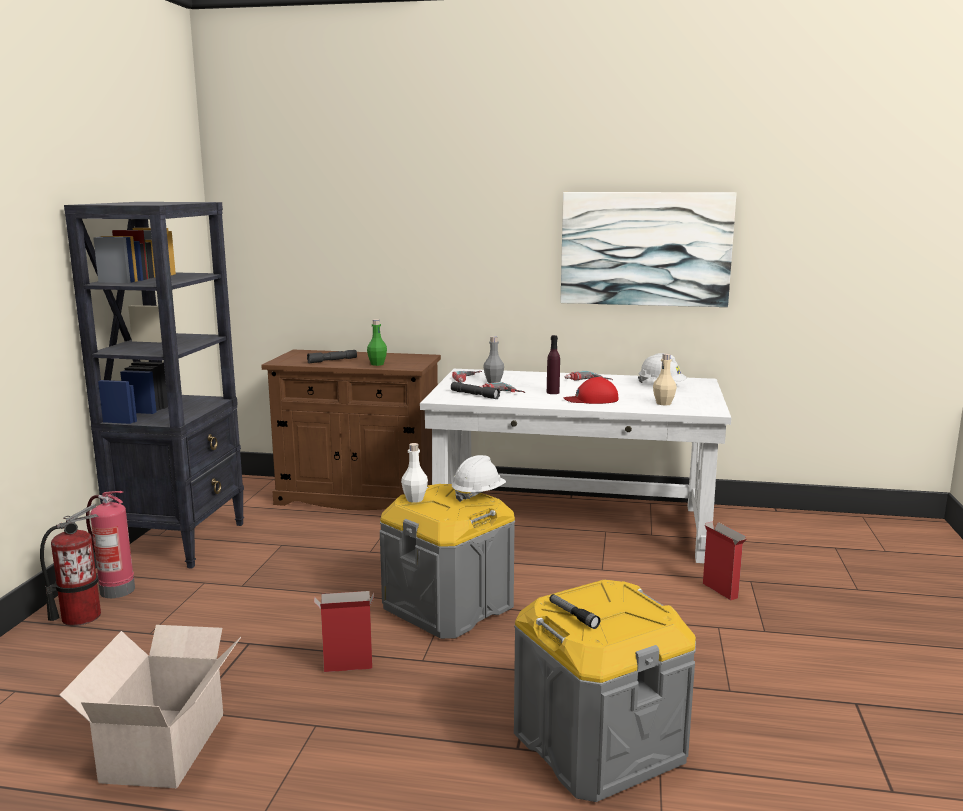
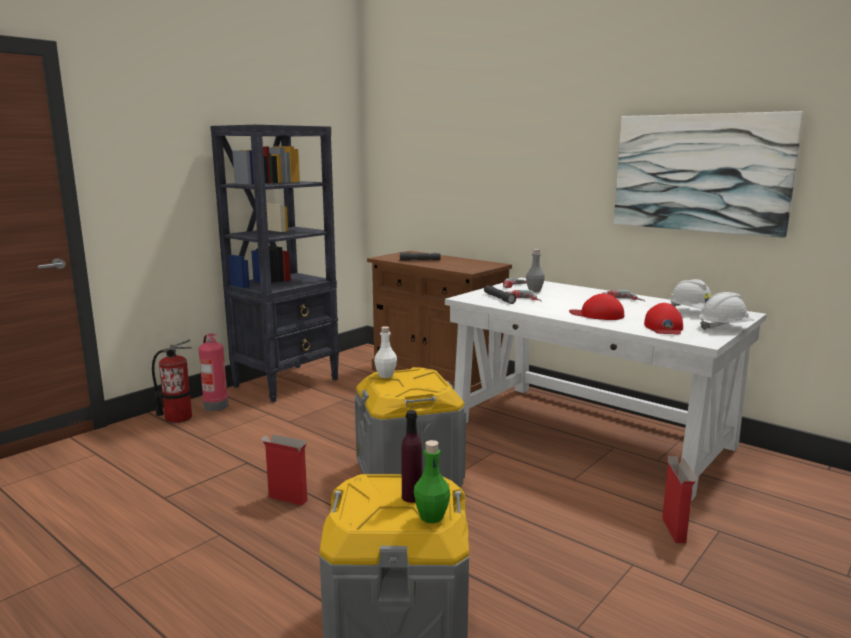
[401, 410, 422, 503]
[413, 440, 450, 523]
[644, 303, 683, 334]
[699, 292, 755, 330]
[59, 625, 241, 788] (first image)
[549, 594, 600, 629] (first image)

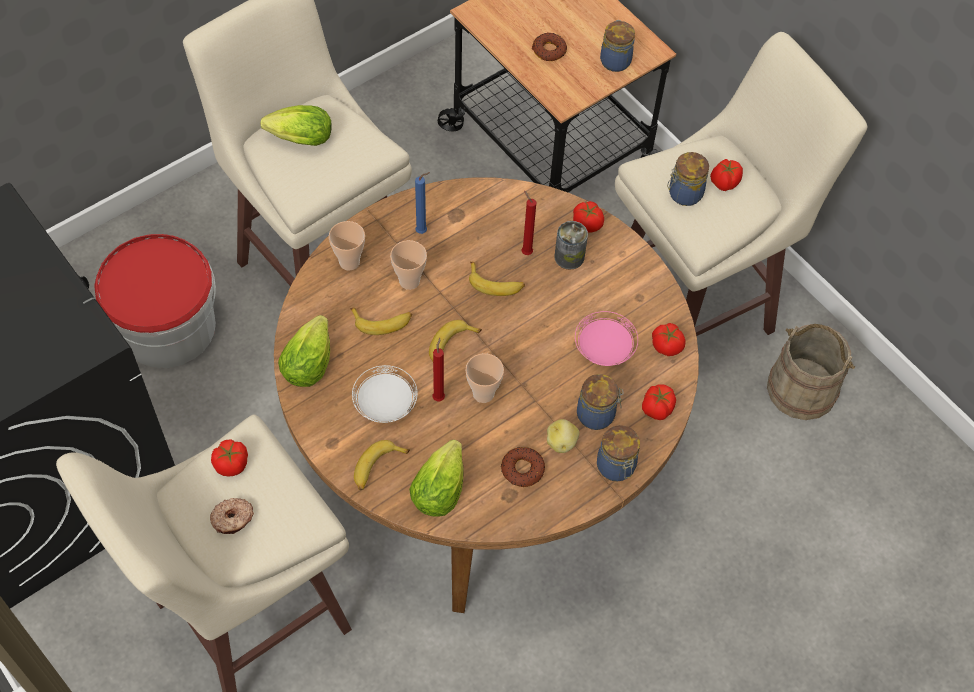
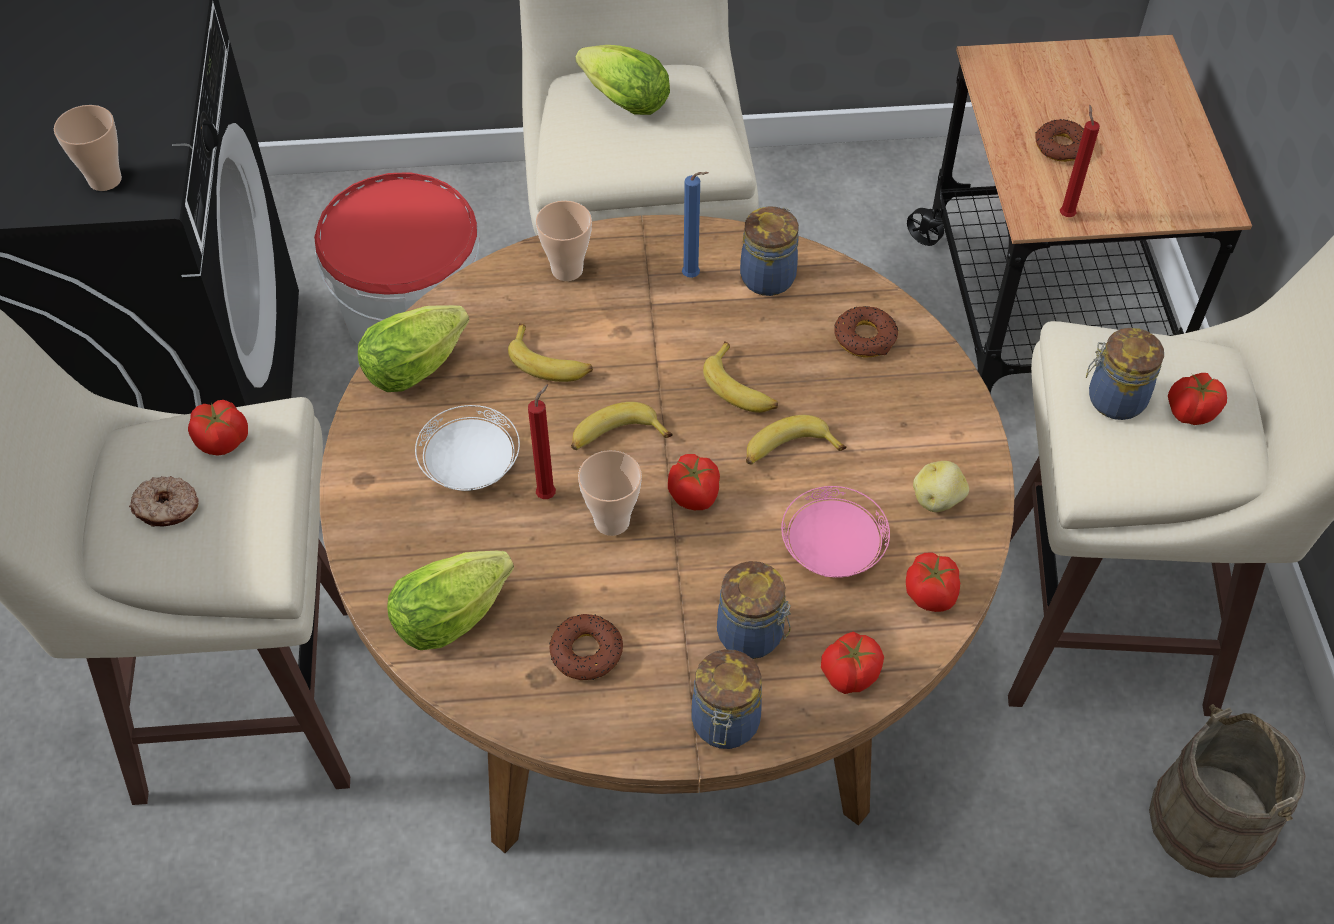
[54, 105, 122, 191]
[668, 454, 720, 510]
[740, 206, 799, 296]
[746, 415, 847, 465]
[834, 306, 898, 358]
[913, 461, 969, 512]
[1060, 105, 1100, 217]
[554, 221, 588, 270] (first image)

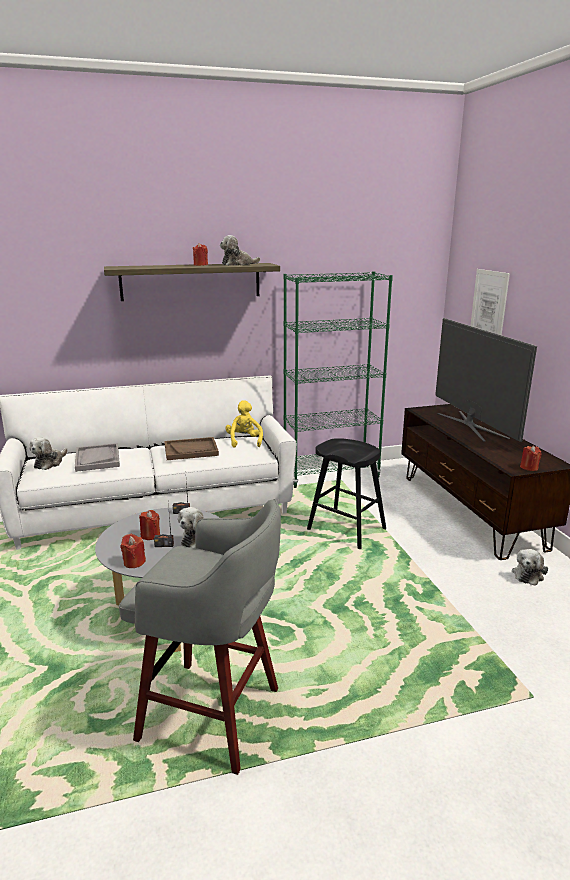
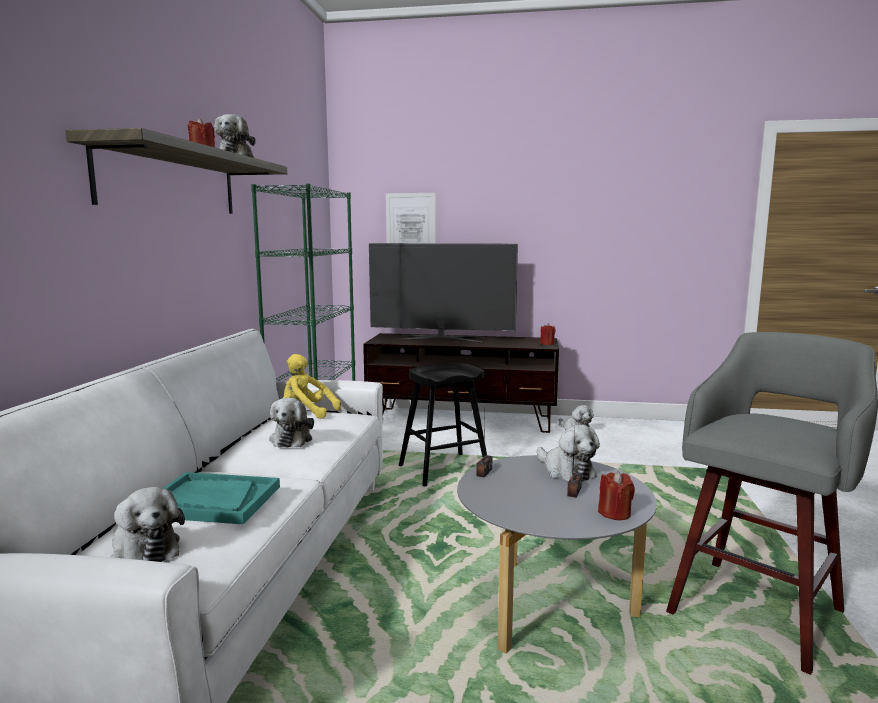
[162, 472, 280, 524]
[269, 397, 314, 448]
[139, 510, 160, 540] (first image)

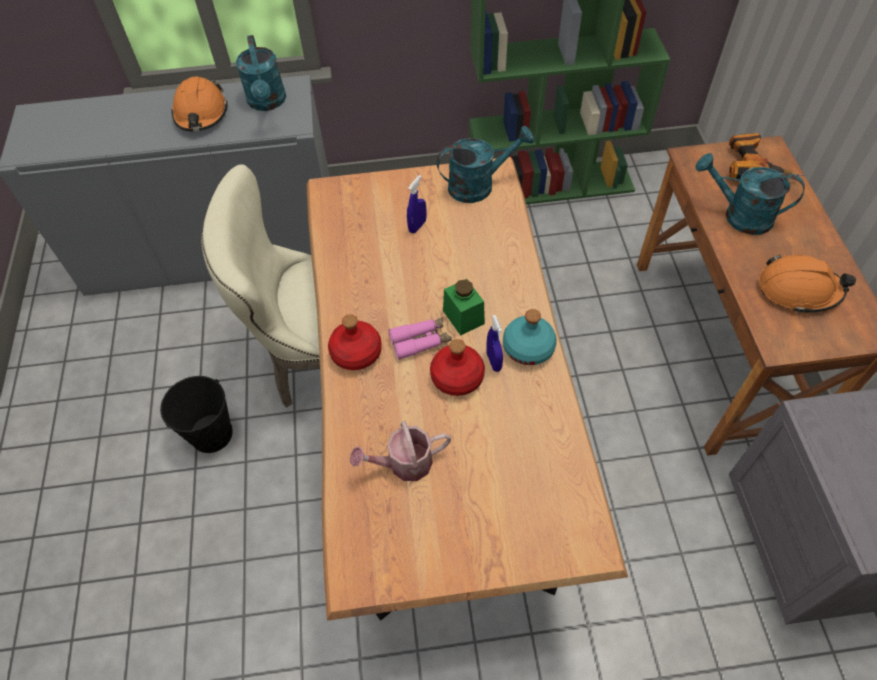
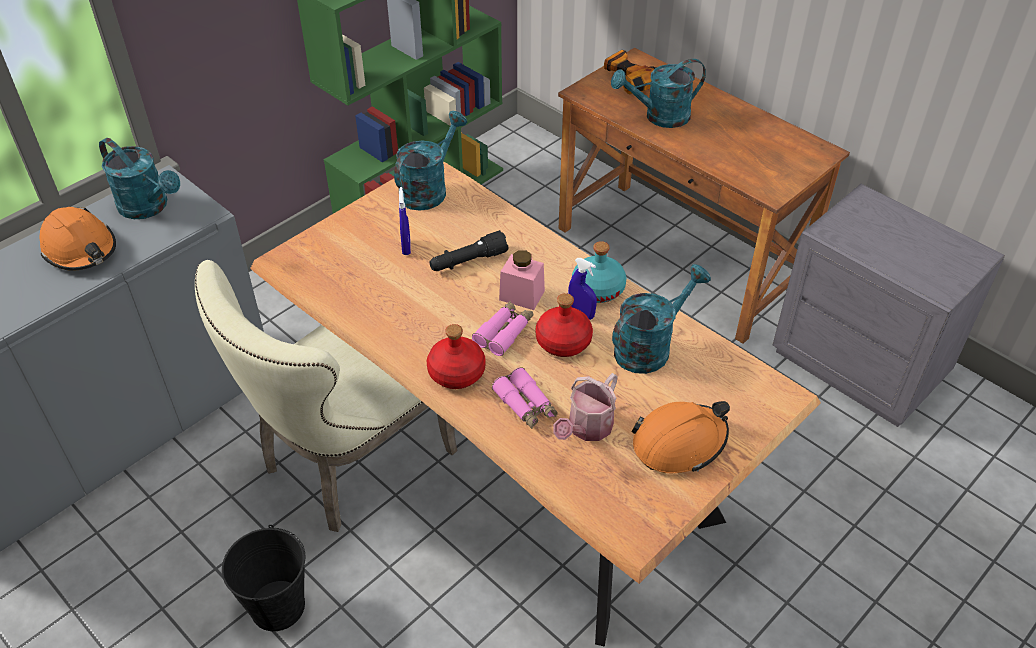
[429, 230, 508, 271]
[492, 367, 558, 429]
[499, 250, 545, 310]
[612, 264, 711, 374]
[631, 401, 730, 473]

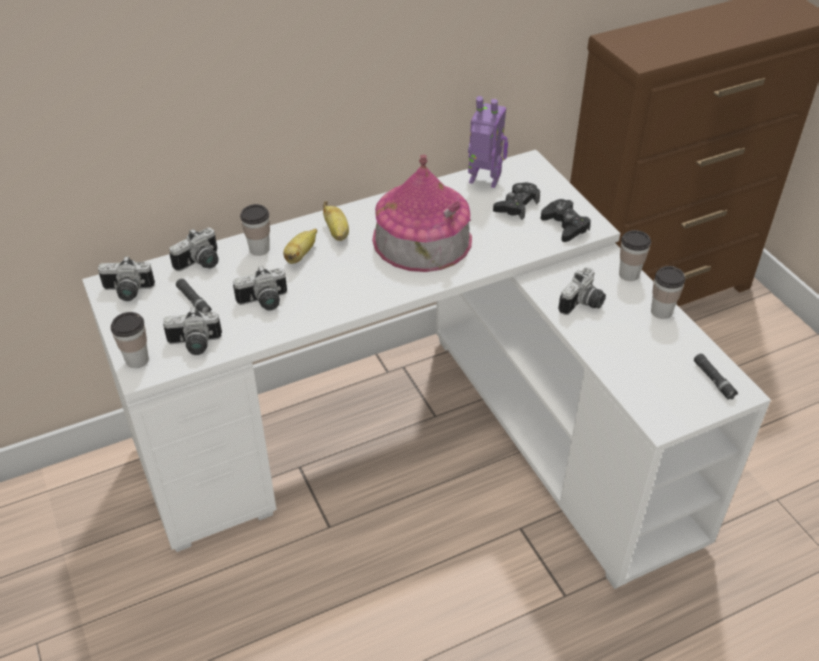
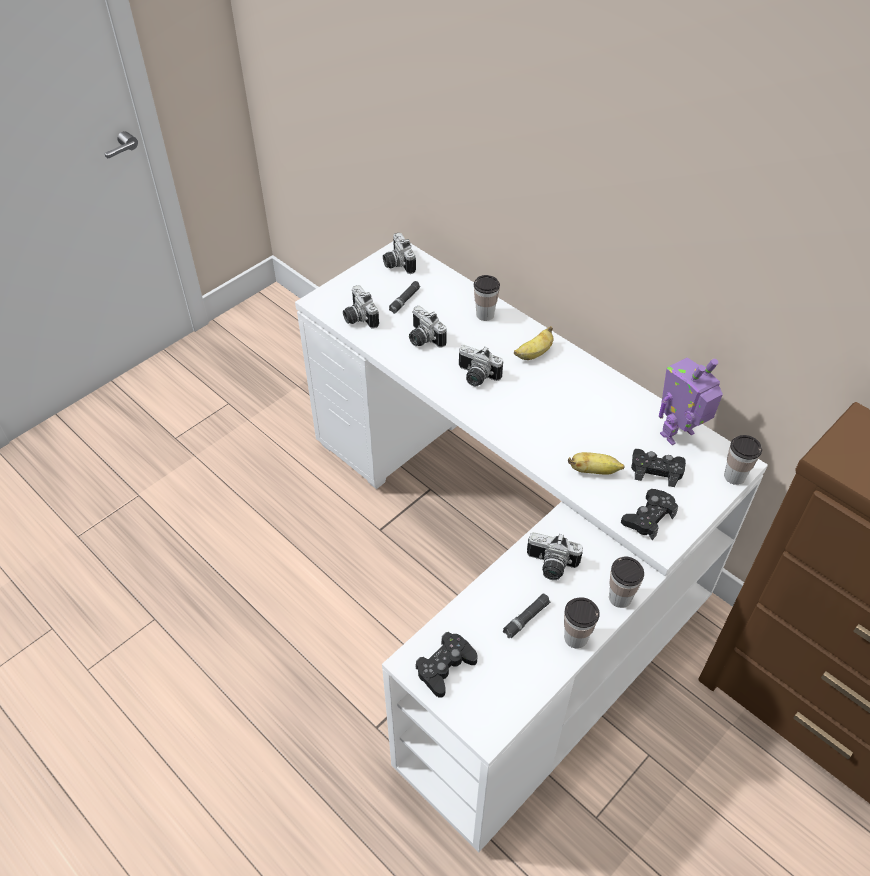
[416, 632, 478, 698]
[459, 345, 503, 386]
[503, 594, 551, 638]
[568, 452, 625, 475]
[659, 358, 723, 445]
[724, 435, 762, 485]
[372, 155, 472, 272] (first image)

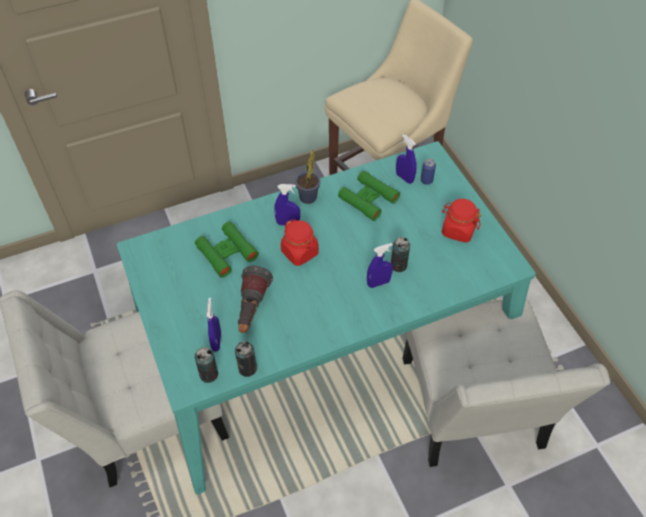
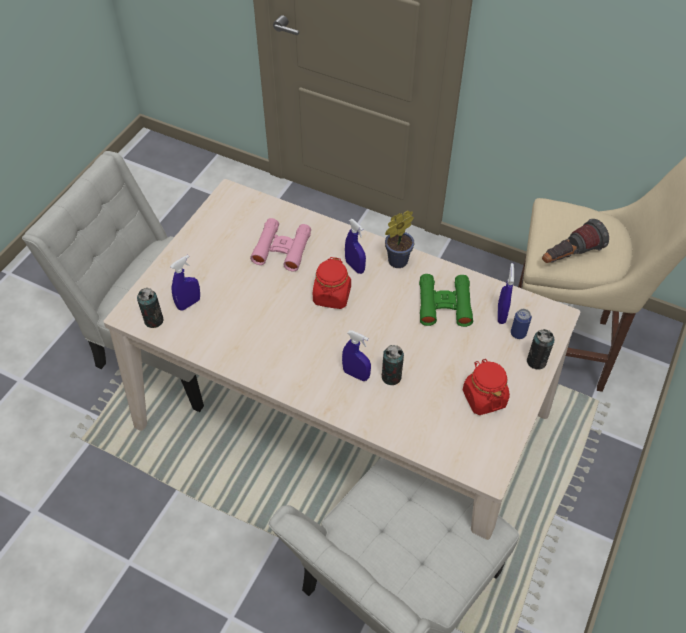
[103, 179, 580, 540]
[250, 218, 311, 271]
[527, 329, 554, 370]
[542, 219, 609, 263]

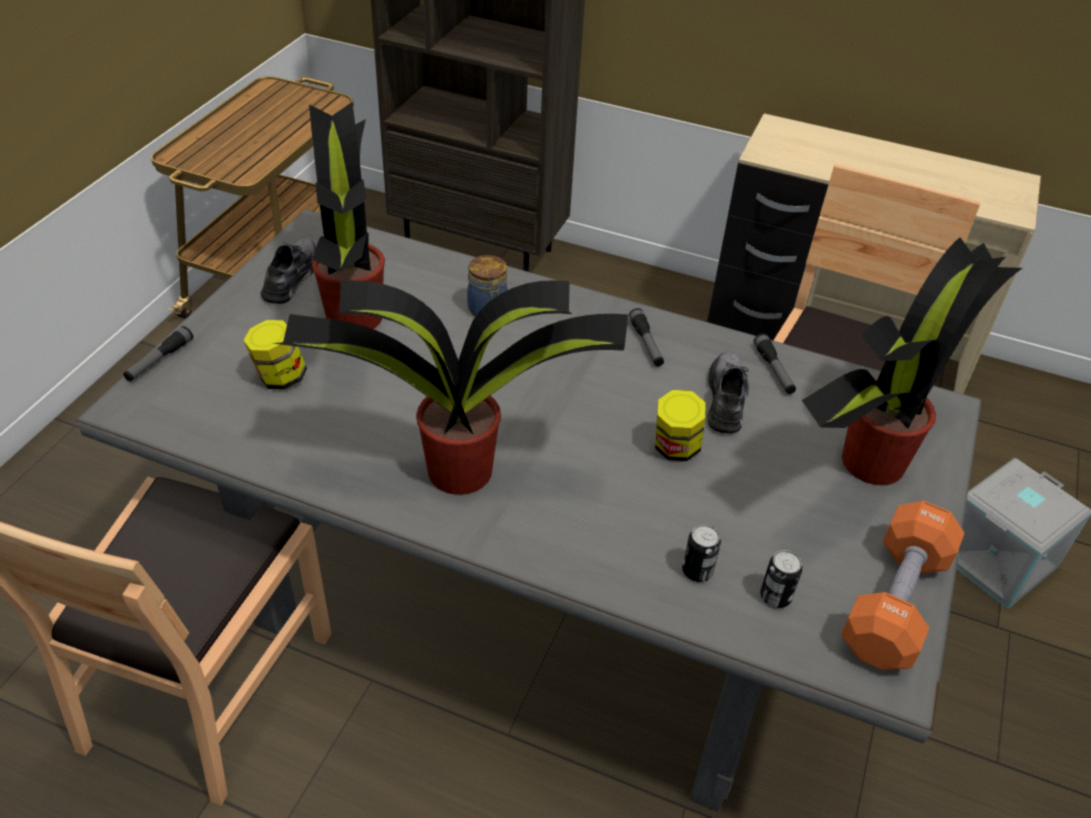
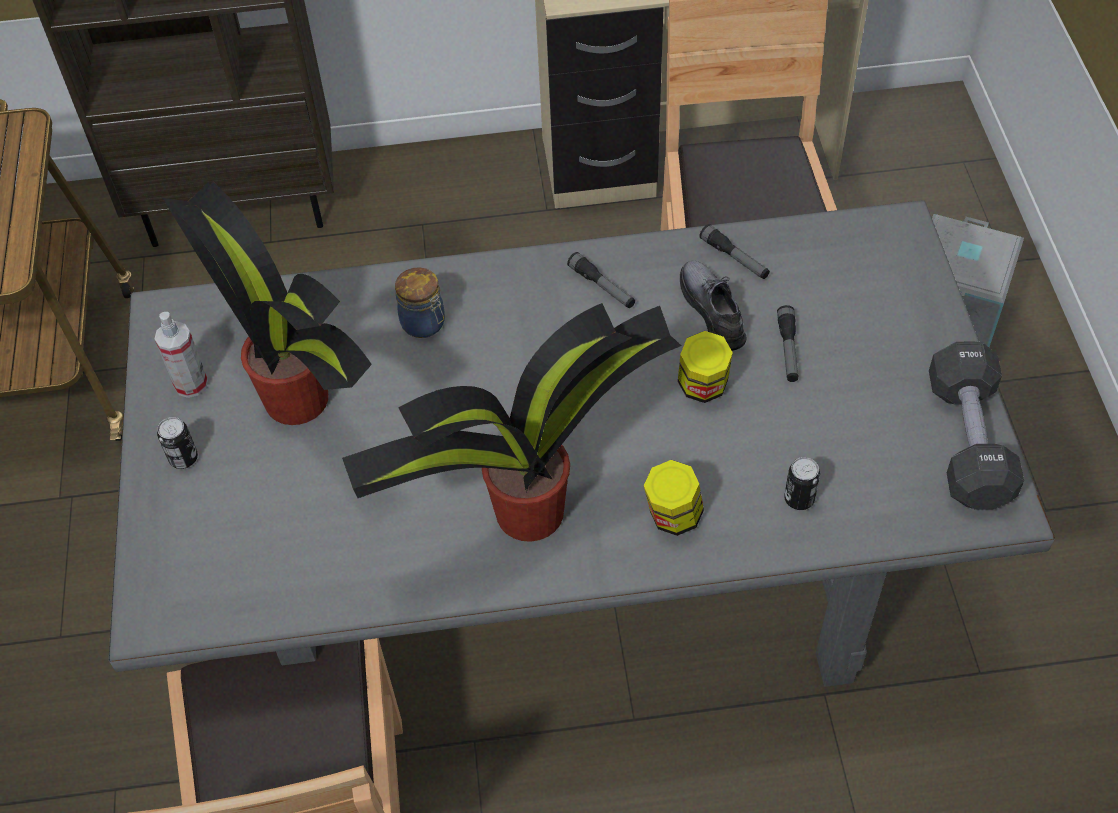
[155, 312, 208, 398]
[157, 417, 198, 469]
[644, 460, 704, 536]
[777, 305, 799, 382]
[929, 342, 1024, 510]
[802, 237, 1023, 485] (first image)

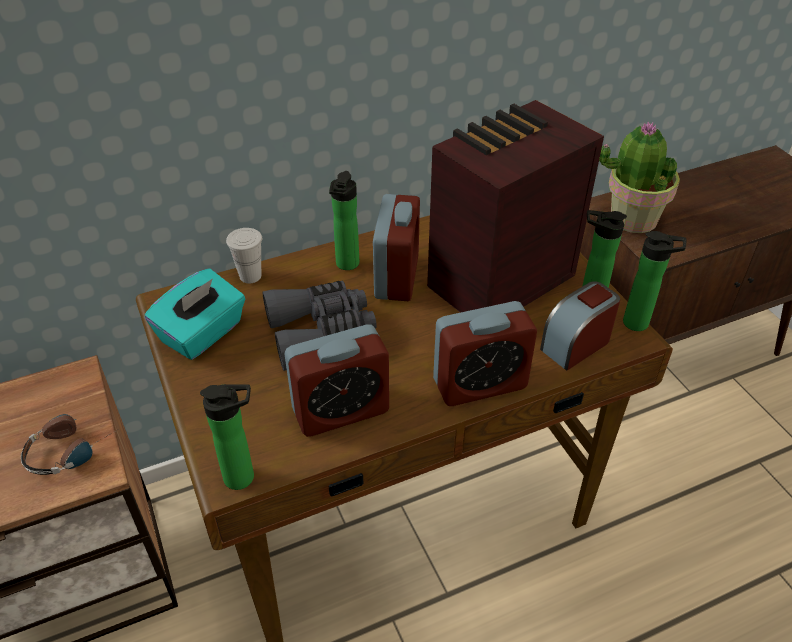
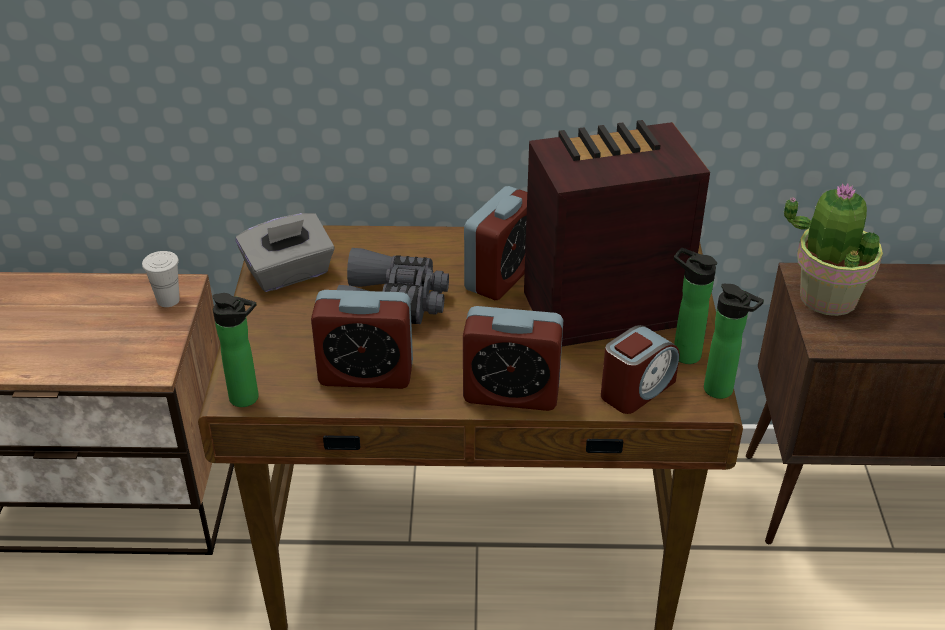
[142, 251, 180, 307]
[236, 213, 335, 292]
[601, 325, 679, 414]
[21, 414, 117, 475] (first image)
[329, 171, 359, 270] (first image)

